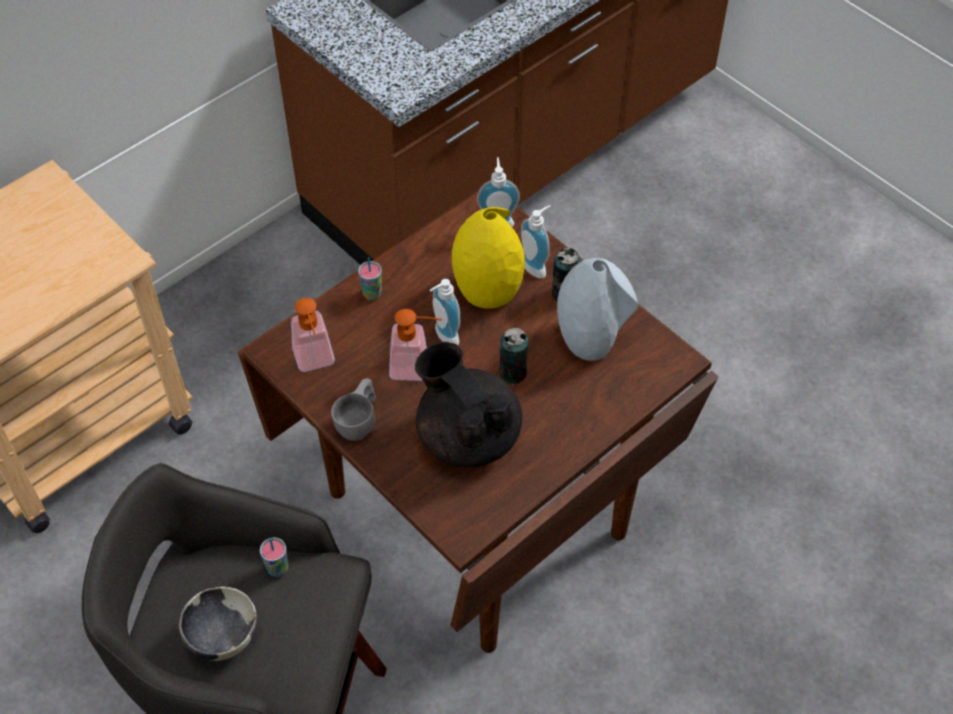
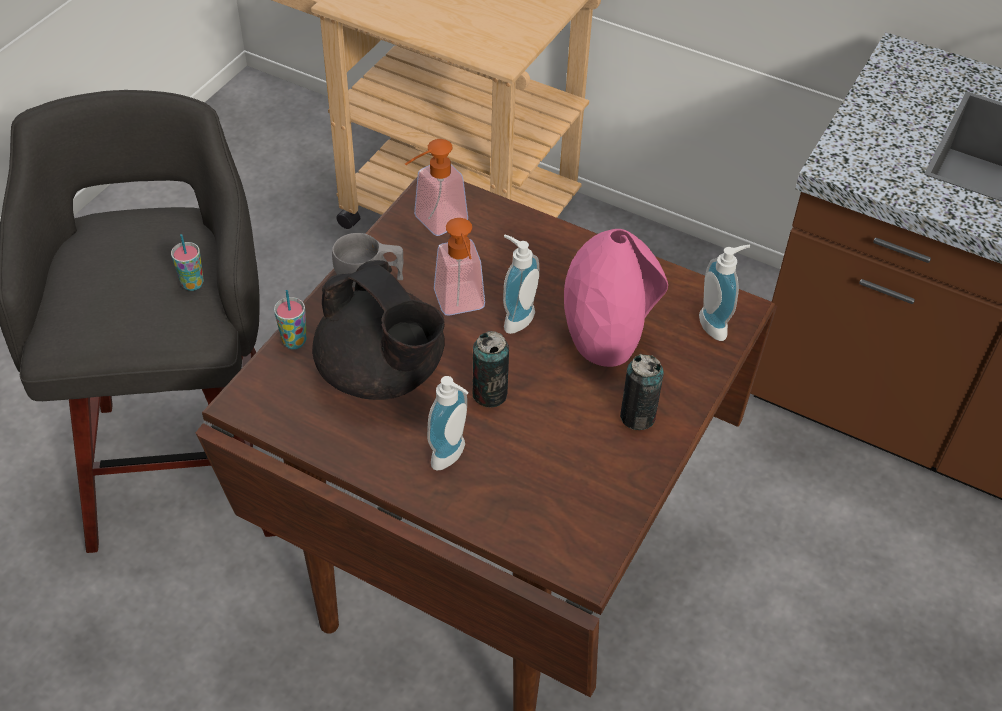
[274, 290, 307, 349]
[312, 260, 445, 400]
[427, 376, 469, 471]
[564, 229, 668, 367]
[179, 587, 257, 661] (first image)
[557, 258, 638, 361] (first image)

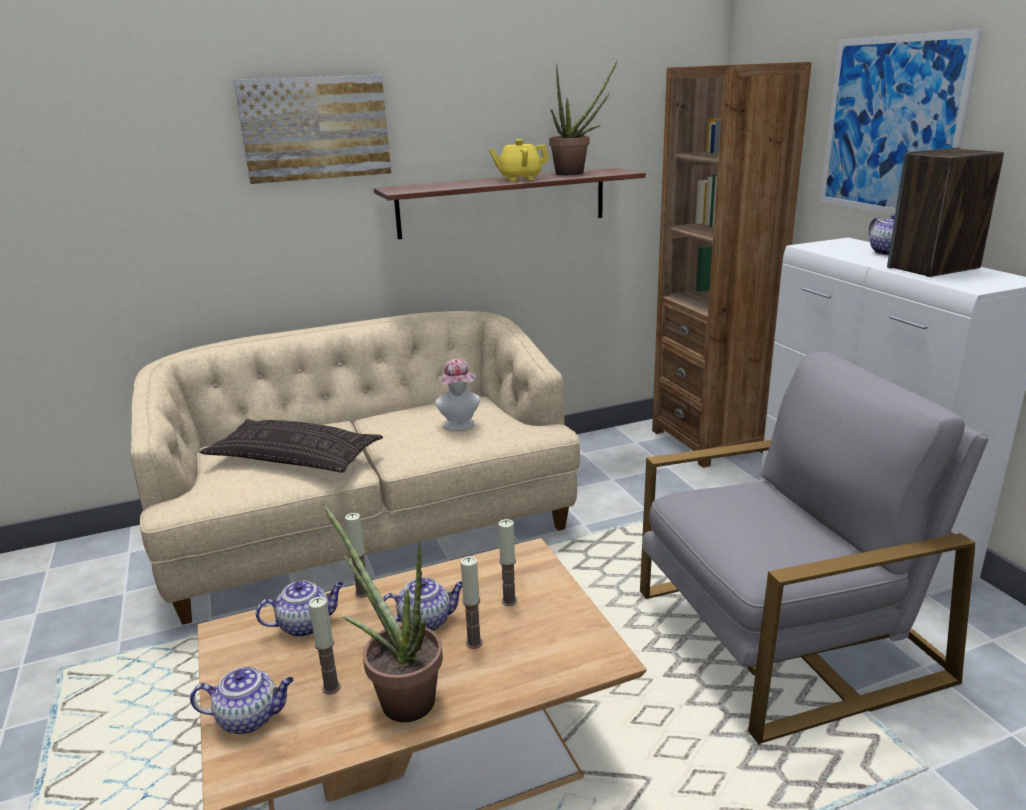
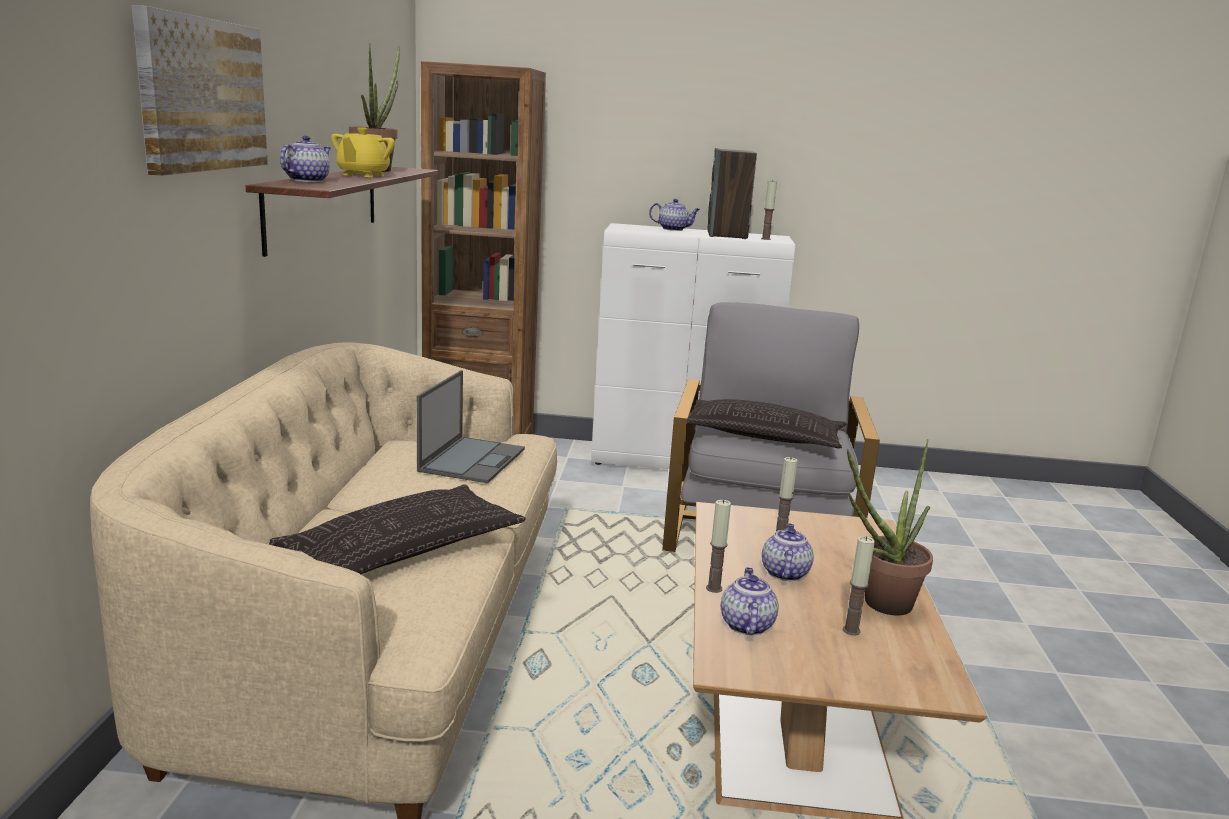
[280, 136, 331, 182]
[417, 370, 525, 483]
[687, 399, 846, 449]
[761, 179, 777, 240]
[820, 29, 983, 215] (first image)

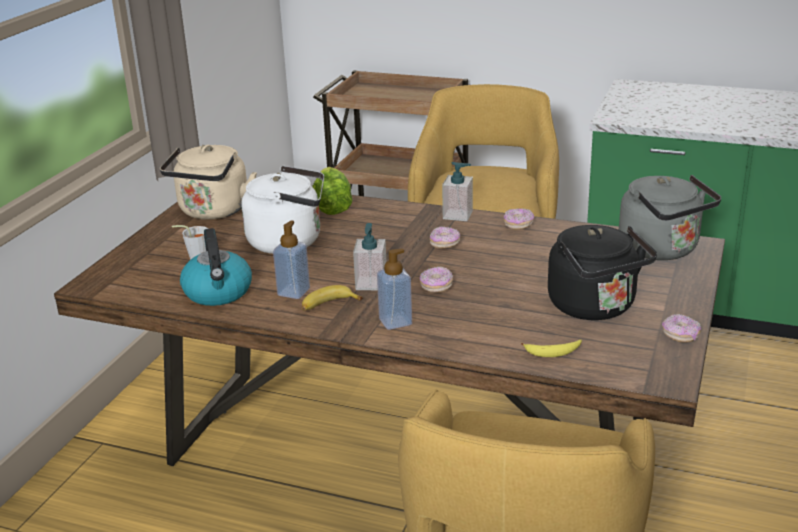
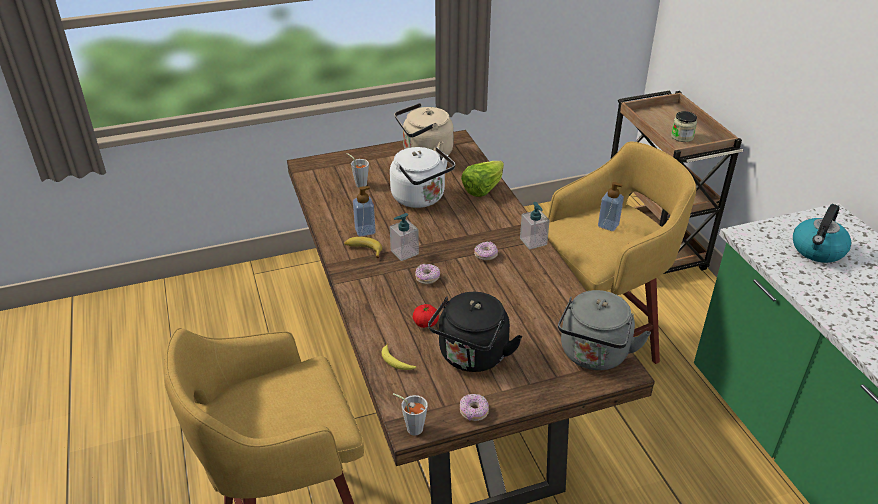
[393, 393, 428, 436]
[413, 304, 439, 328]
[598, 182, 624, 231]
[671, 111, 697, 142]
[793, 204, 851, 263]
[504, 208, 534, 230] (first image)

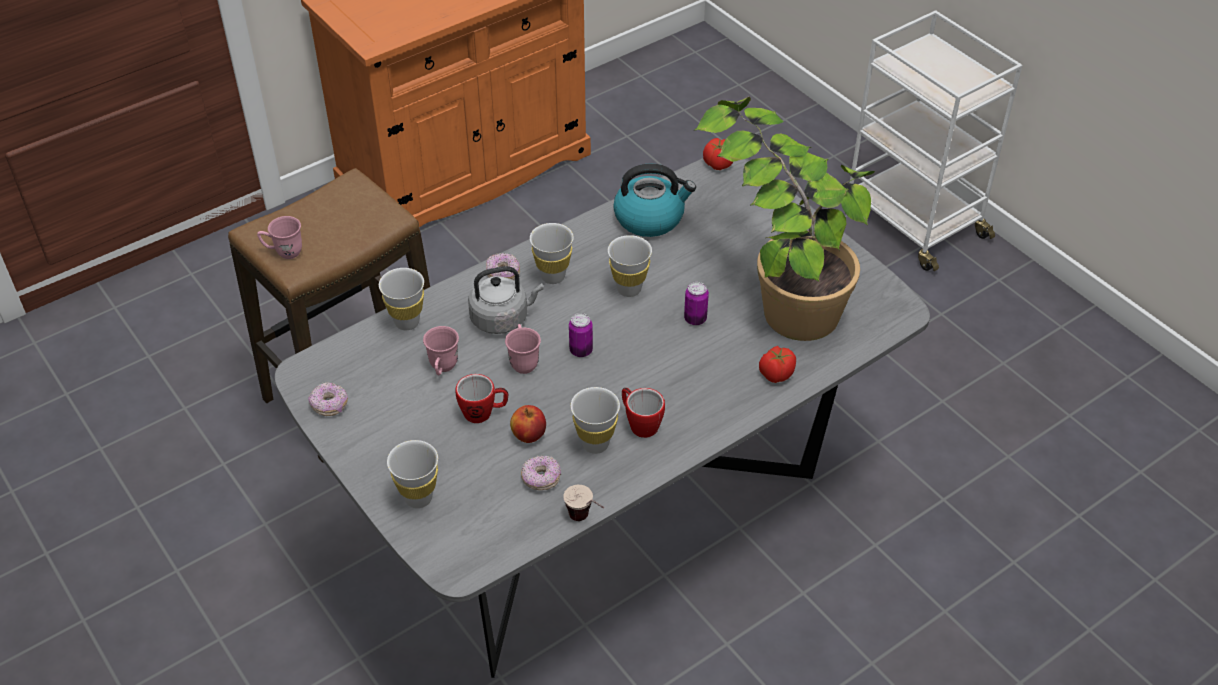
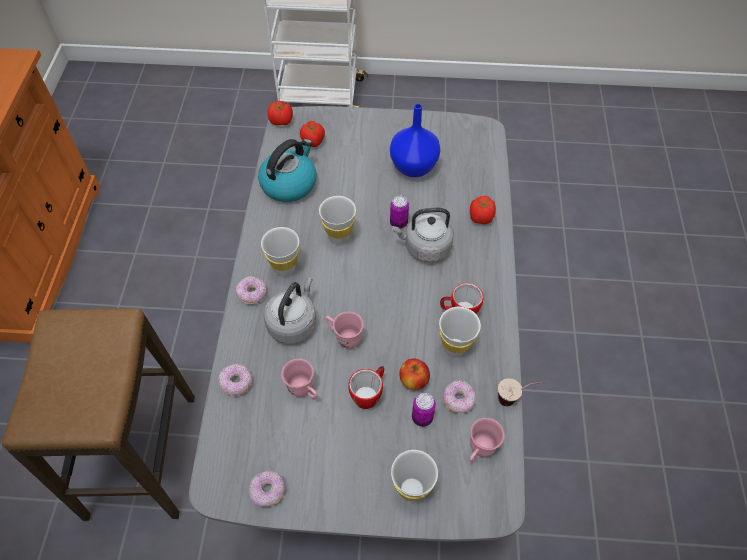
[218, 364, 252, 397]
[300, 121, 325, 147]
[390, 104, 440, 177]
[392, 208, 454, 262]
[412, 393, 436, 427]
[469, 418, 505, 462]

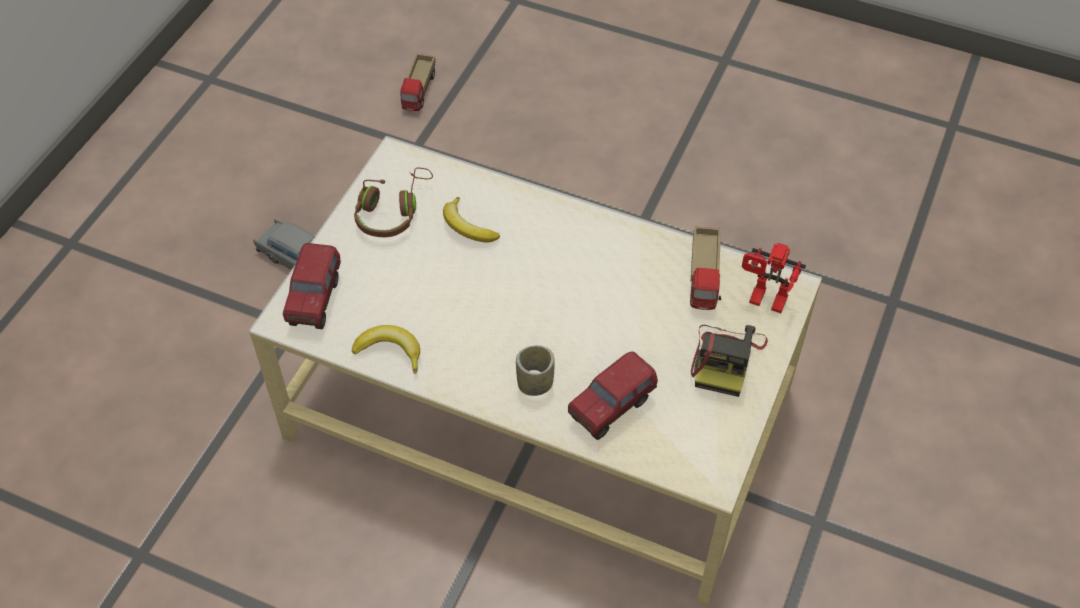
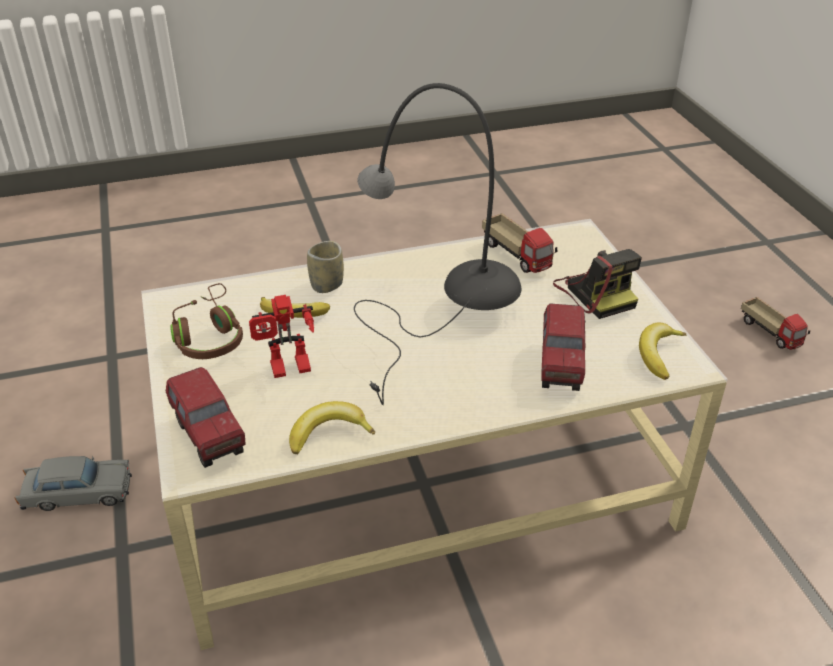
[249, 295, 314, 378]
[307, 241, 344, 293]
[354, 83, 521, 405]
[639, 323, 687, 380]
[741, 297, 810, 350]

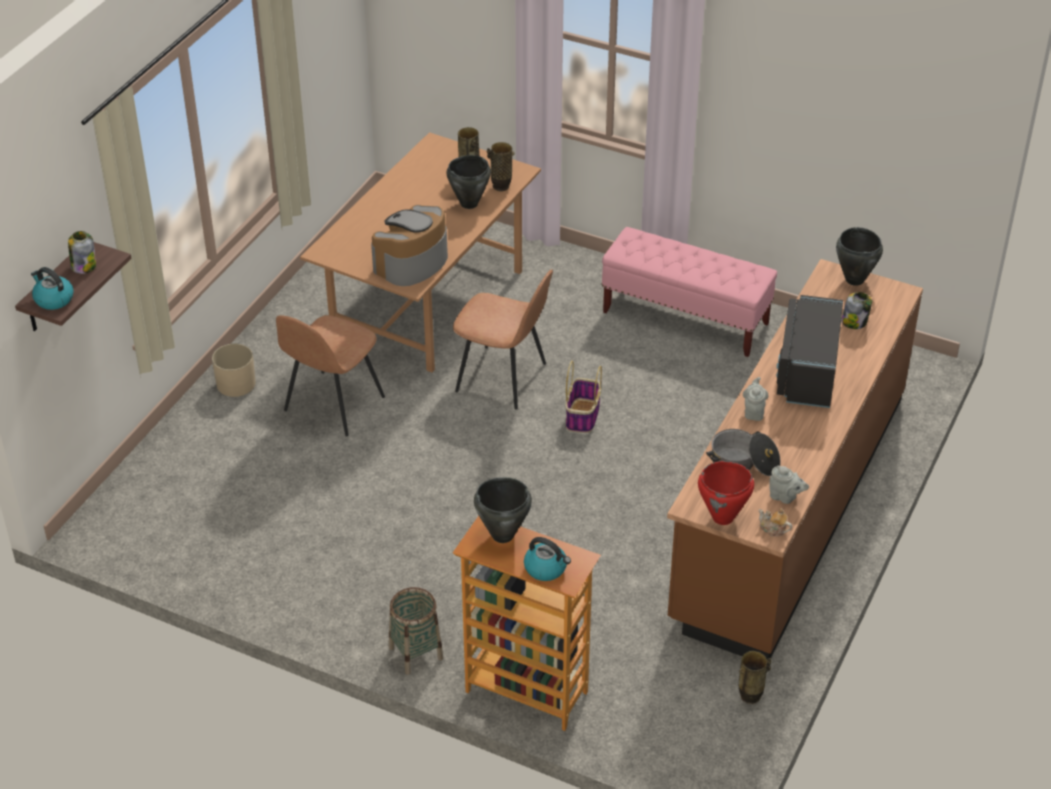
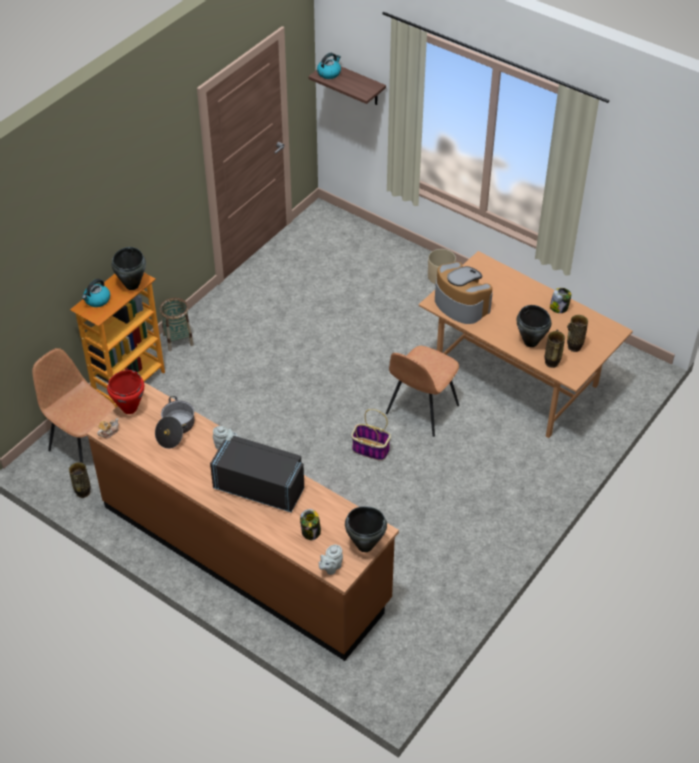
[32, 348, 116, 463]
[319, 544, 343, 575]
[550, 288, 571, 313]
[601, 227, 777, 357] (first image)

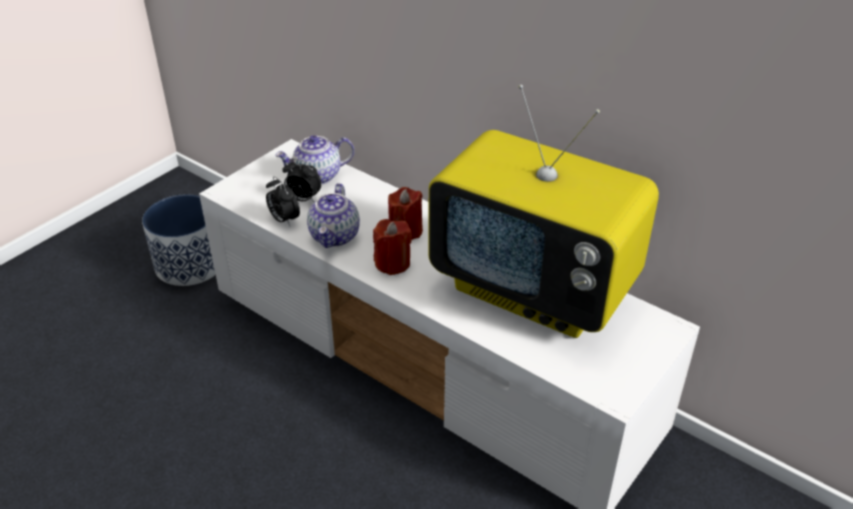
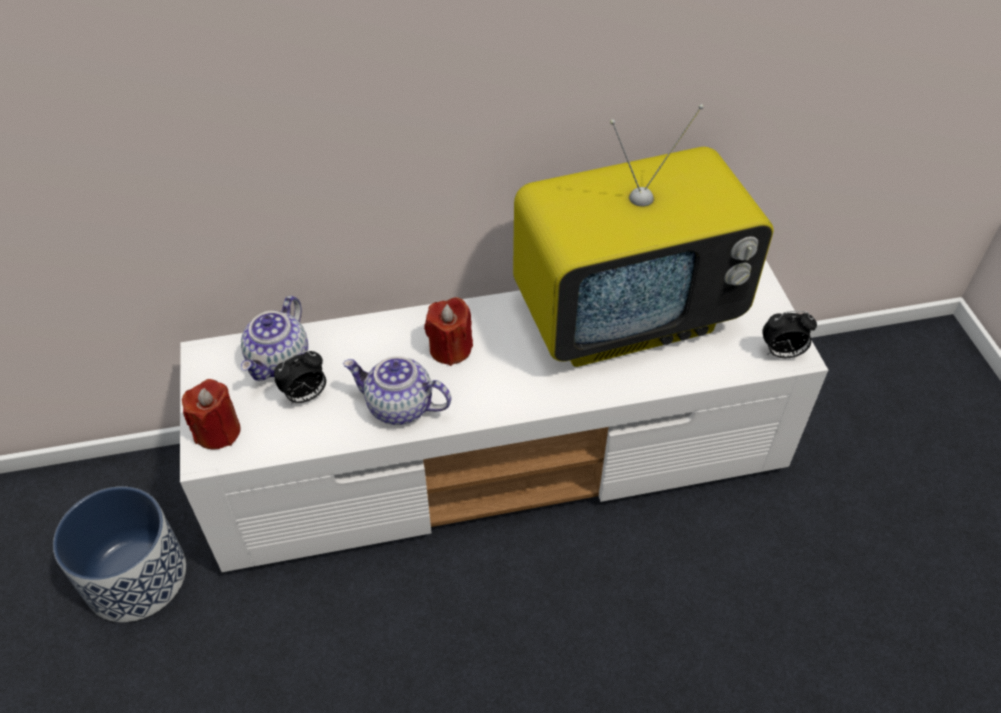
[182, 379, 240, 450]
[343, 356, 451, 425]
[762, 311, 817, 358]

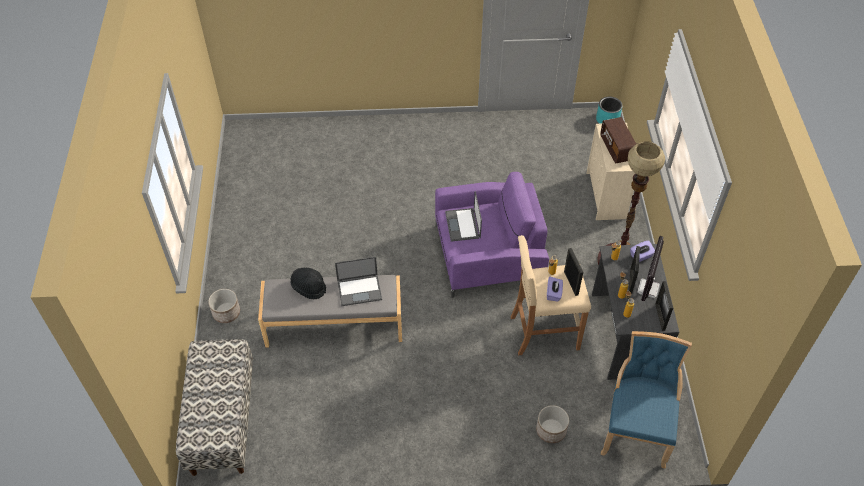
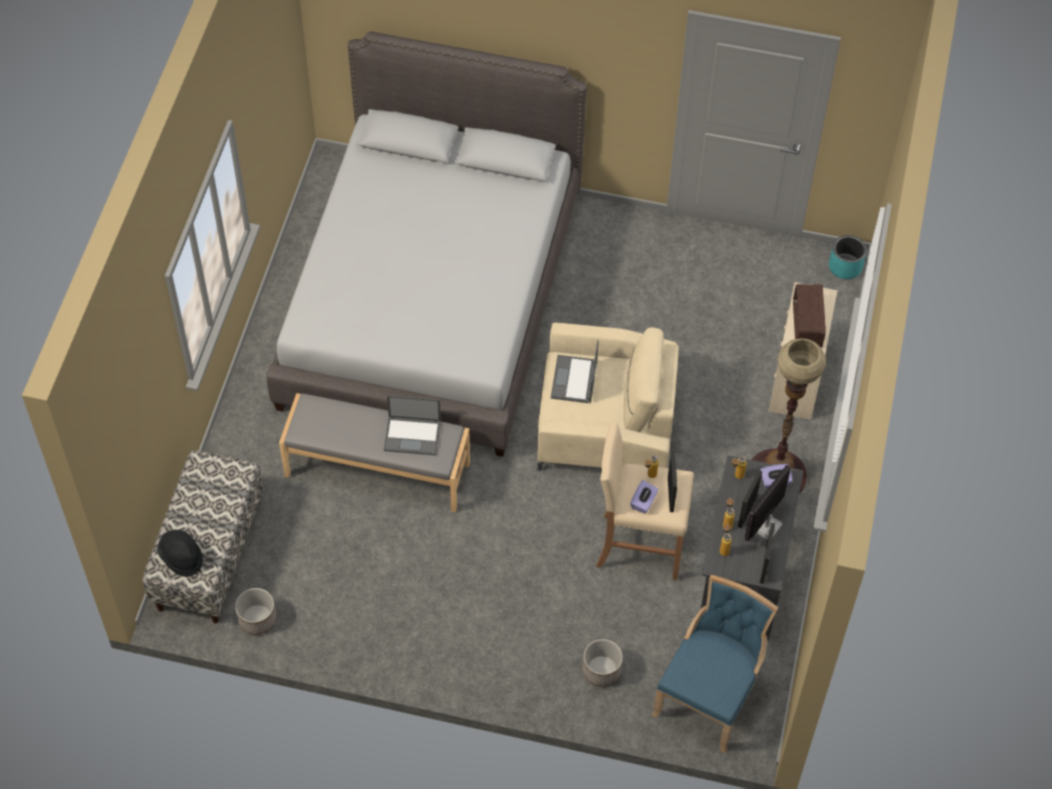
[157, 530, 203, 577]
[235, 588, 277, 635]
[266, 31, 587, 457]
[537, 323, 679, 471]

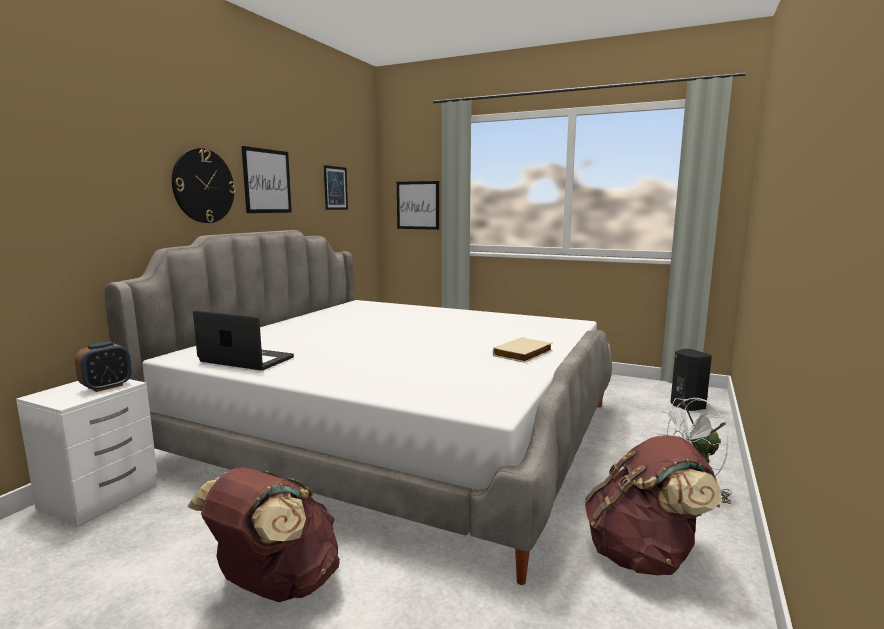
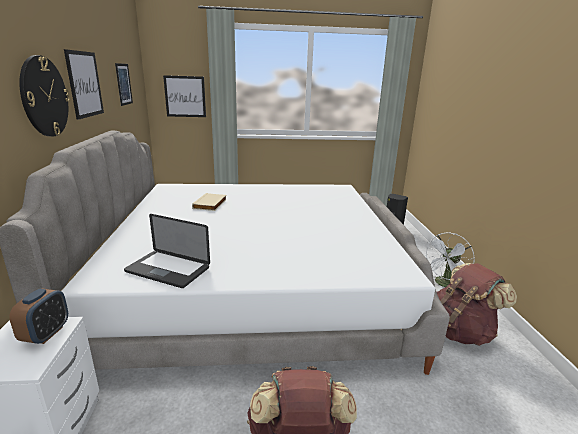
[124, 214, 210, 288]
[192, 193, 227, 211]

